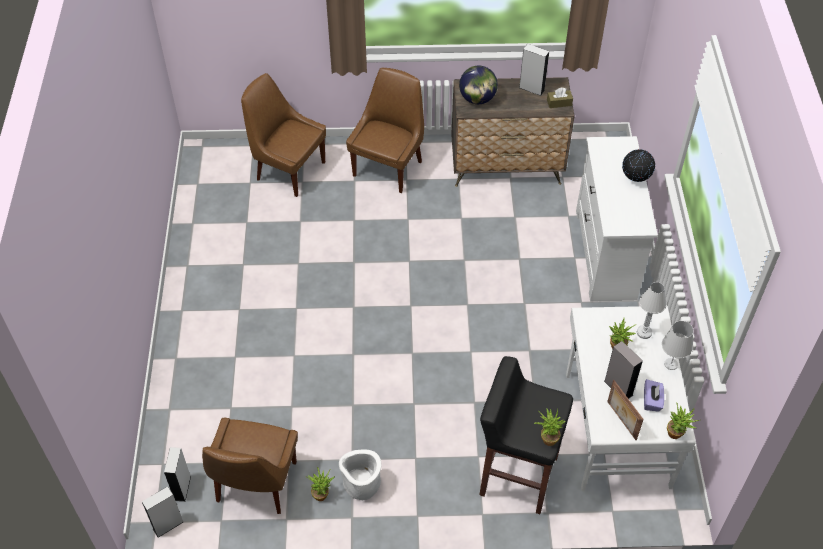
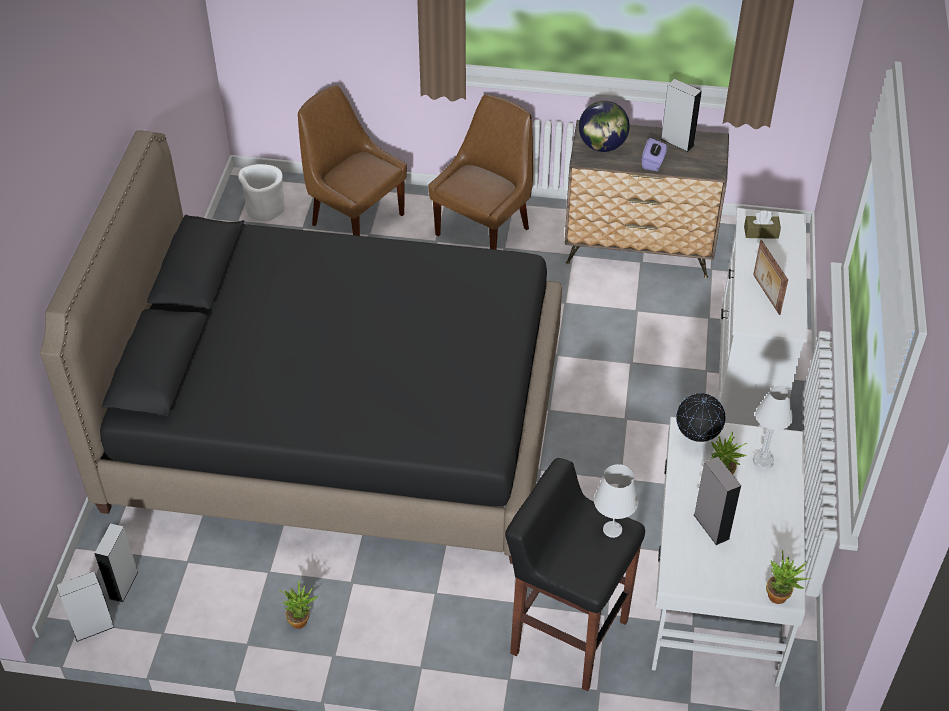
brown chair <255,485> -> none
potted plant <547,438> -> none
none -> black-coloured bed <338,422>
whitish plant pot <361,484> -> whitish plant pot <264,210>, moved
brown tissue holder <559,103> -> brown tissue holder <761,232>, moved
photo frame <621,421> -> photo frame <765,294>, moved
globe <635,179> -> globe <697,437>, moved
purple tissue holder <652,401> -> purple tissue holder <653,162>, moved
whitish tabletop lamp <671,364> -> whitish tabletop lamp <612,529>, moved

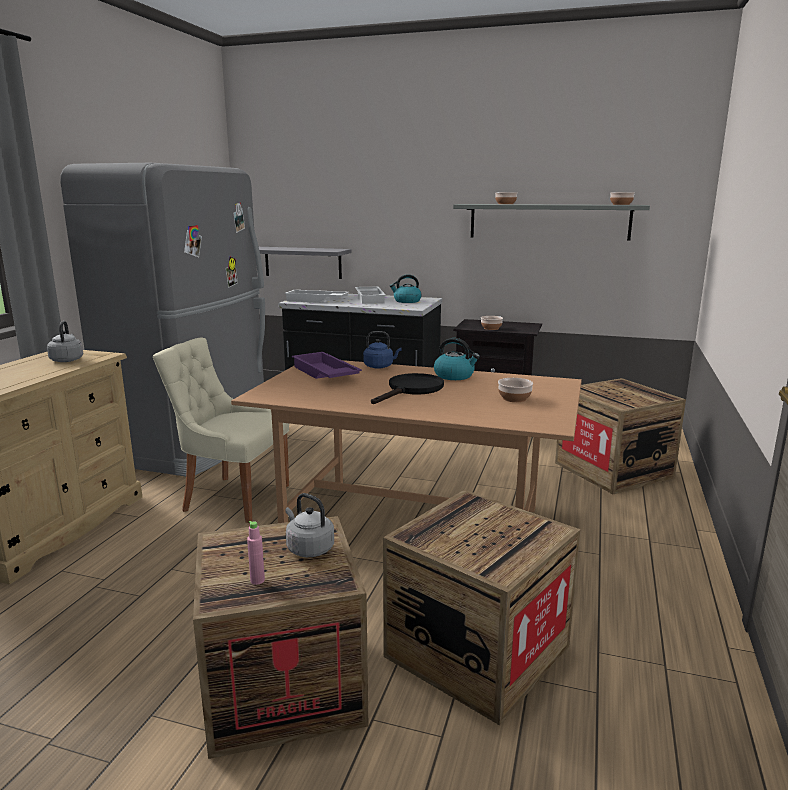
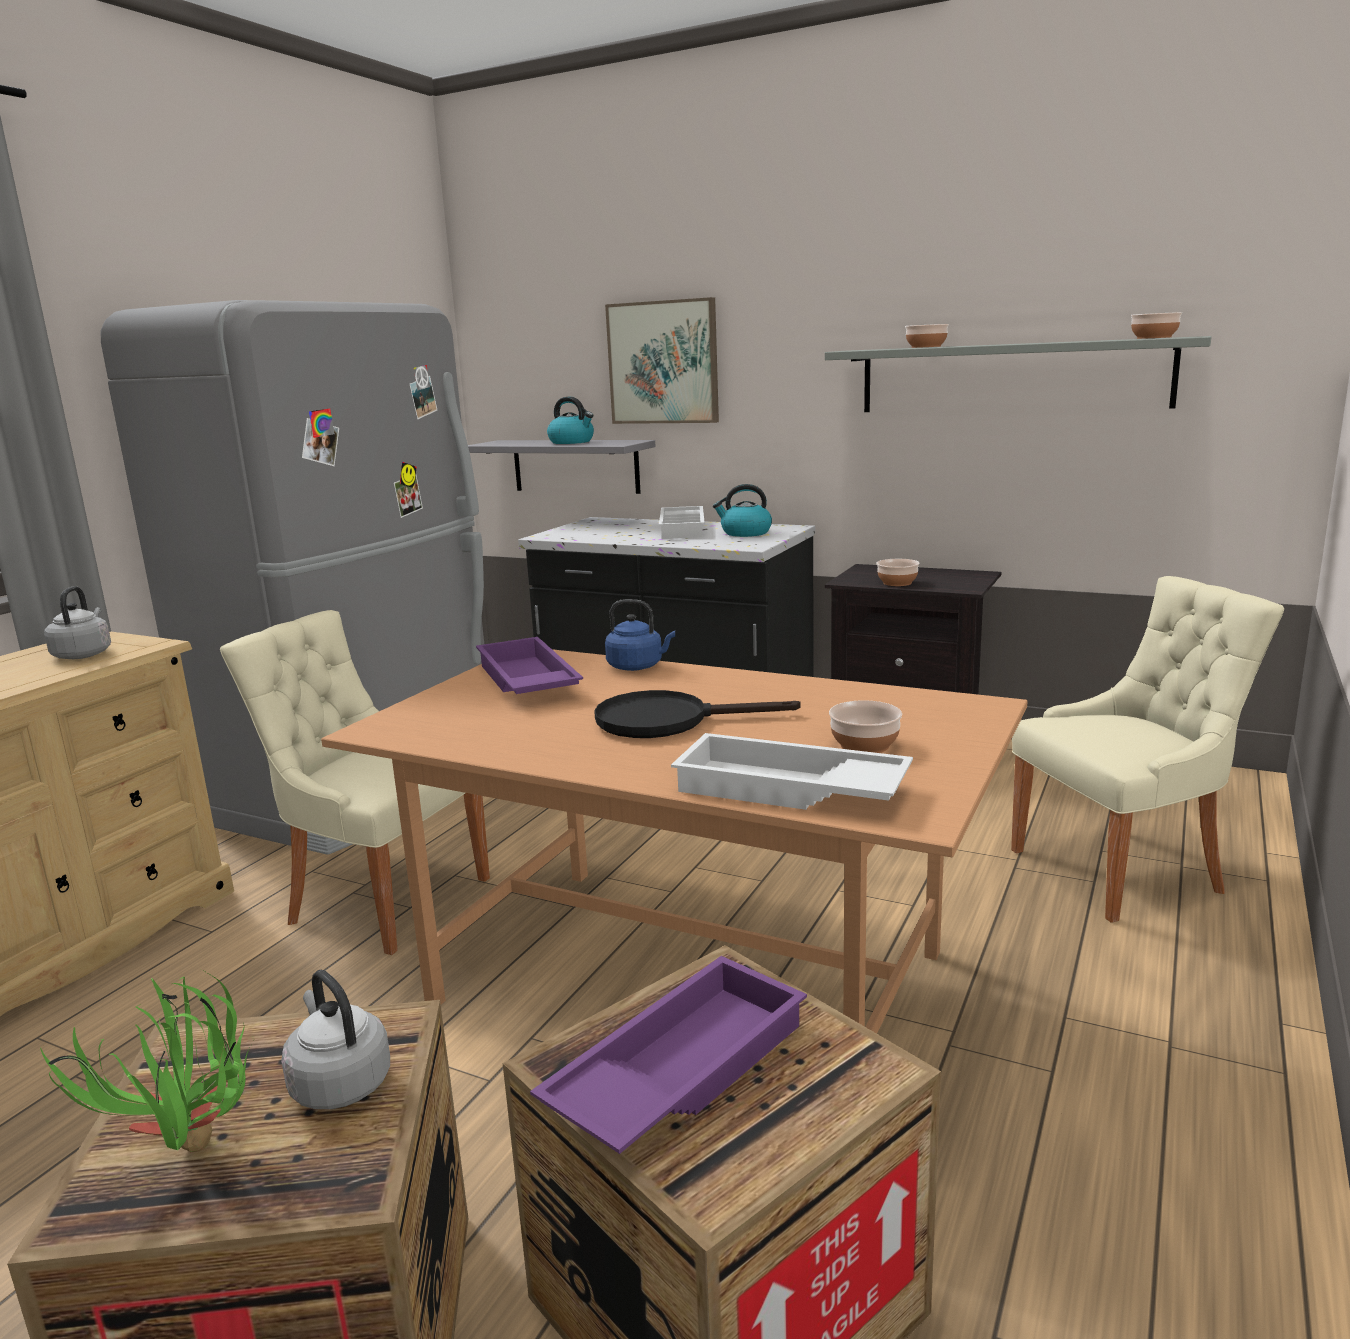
none -> purple serving tray <677,1069>
none -> wall picture <663,362>
whitish serving tray <316,300> -> whitish serving tray <788,790>, moved
water kettle <454,376> -> water kettle <572,442>, moved
pinkish drink bottle <257,580> -> potted plant <193,1164>
shipping crate <613,470> -> beige-coloured chair <1122,870>
black-coloured frying pan <411,390> -> black-coloured frying pan <668,721>, 135 degrees counterclockwise

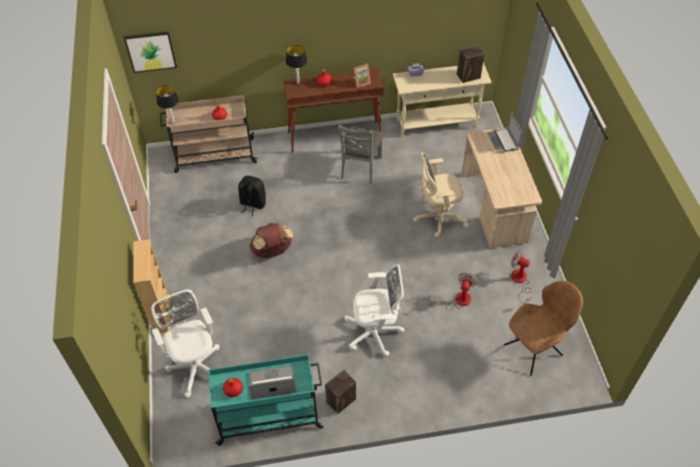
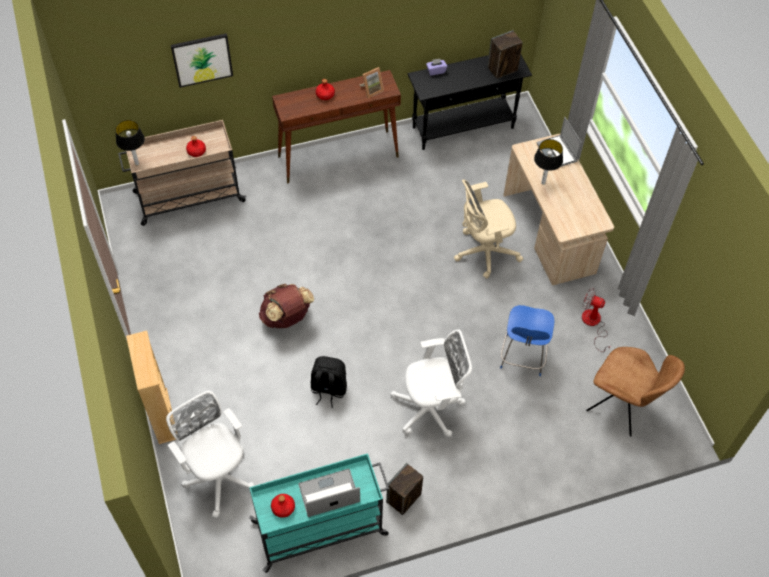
grey chair <360,167> -> none
wall picture <151,51> -> wall picture <202,59>, moved
black-coloured rucksack <252,204> -> black-coloured rucksack <328,389>, moved
tabletop lamp <298,83> -> tabletop lamp <543,183>, moved
fan <457,300> -> blue chair <522,356>
beige-coloured console table <437,124> -> black-coloured console table <463,128>
brown chair <534,349> -> brown chair <622,406>, 75 degrees clockwise

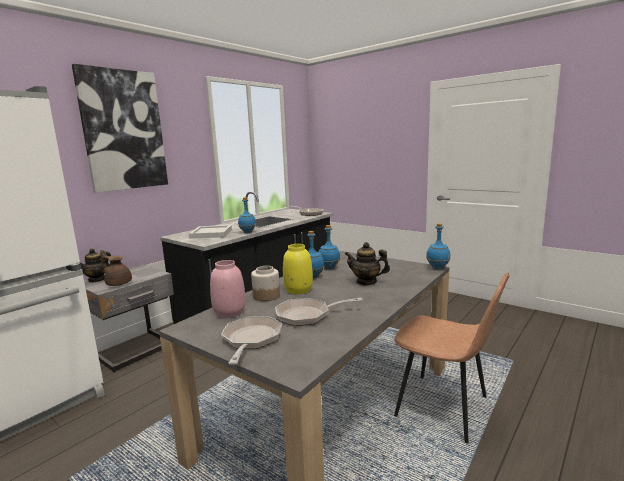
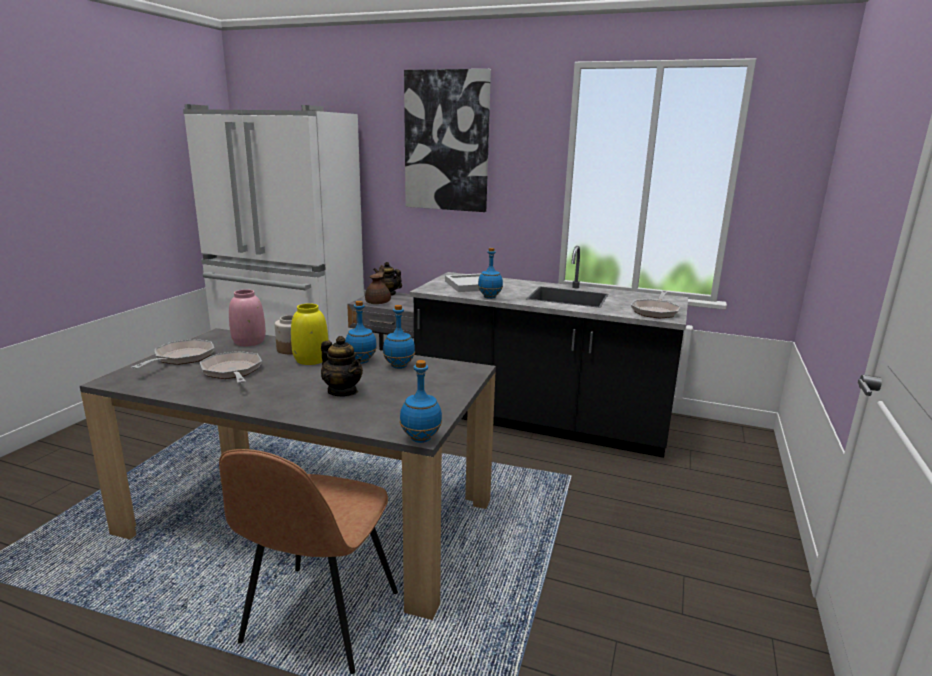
frying pan <251,340> -> frying pan <181,358>, 60 degrees counterclockwise
teapot <366,282> -> teapot <343,391>, 135 degrees clockwise

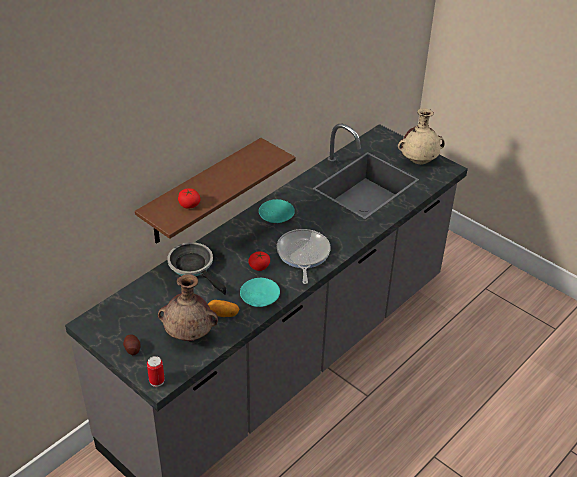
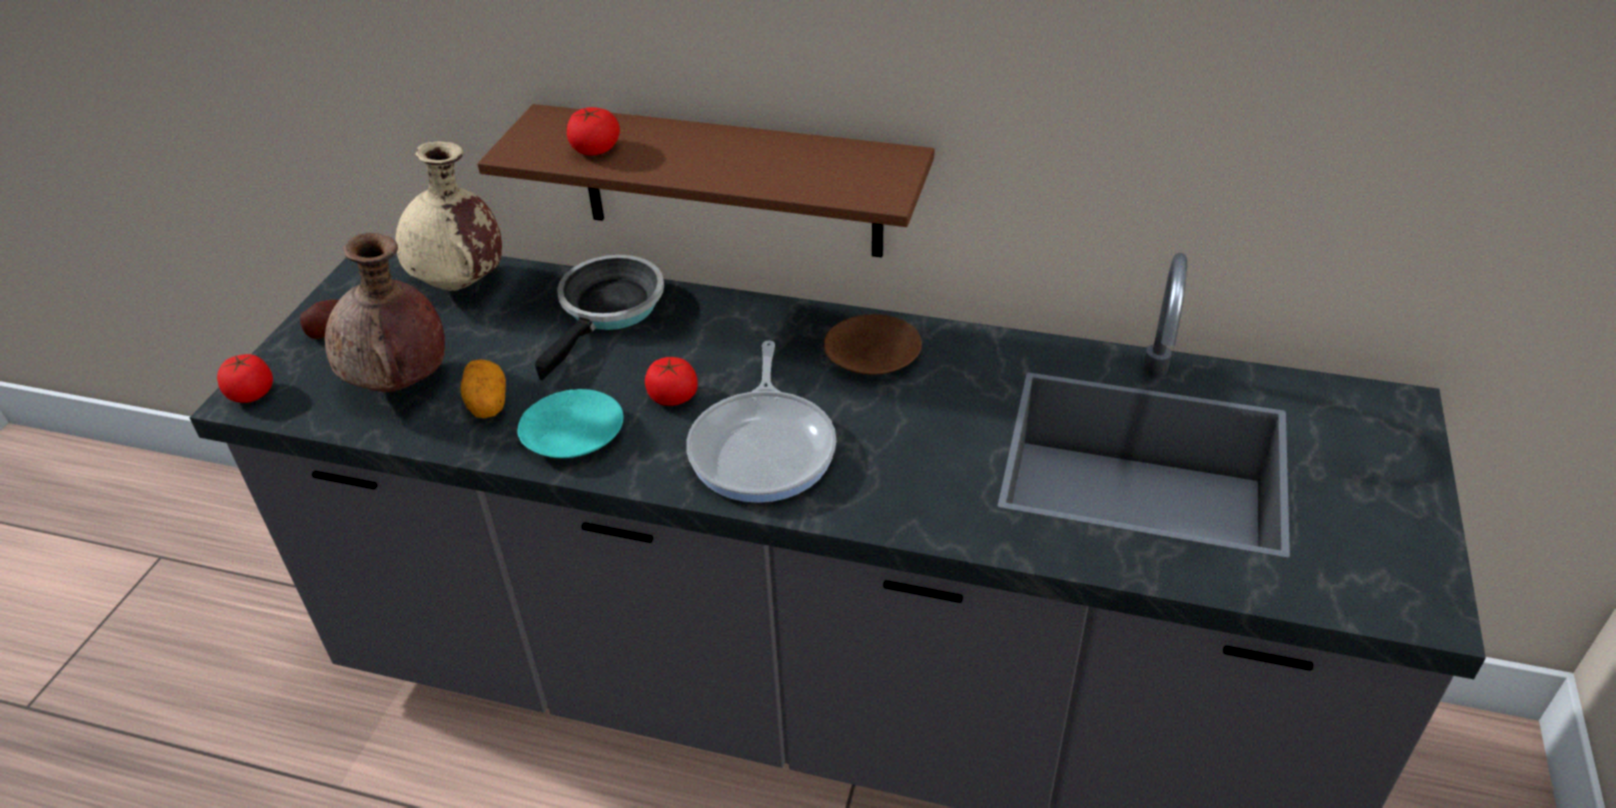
beige-coloured decorative vase <419,161> -> beige-coloured decorative vase <461,284>, moved
can <157,381> -> whole tomato <251,393>
turquoise-coloured plate <276,215> -> brown plate <871,355>
frying pan <302,254> -> frying pan <764,447>, 120 degrees clockwise

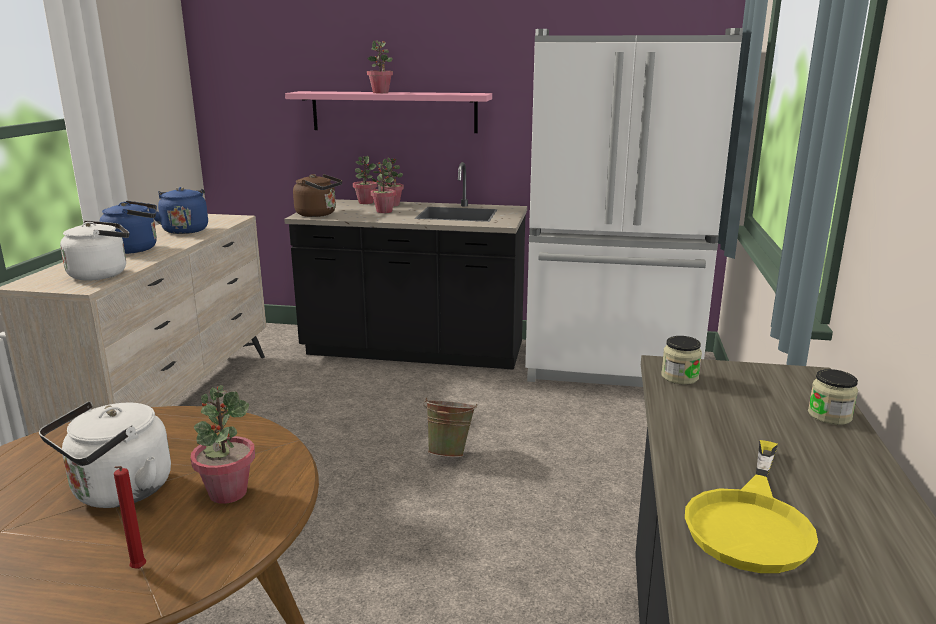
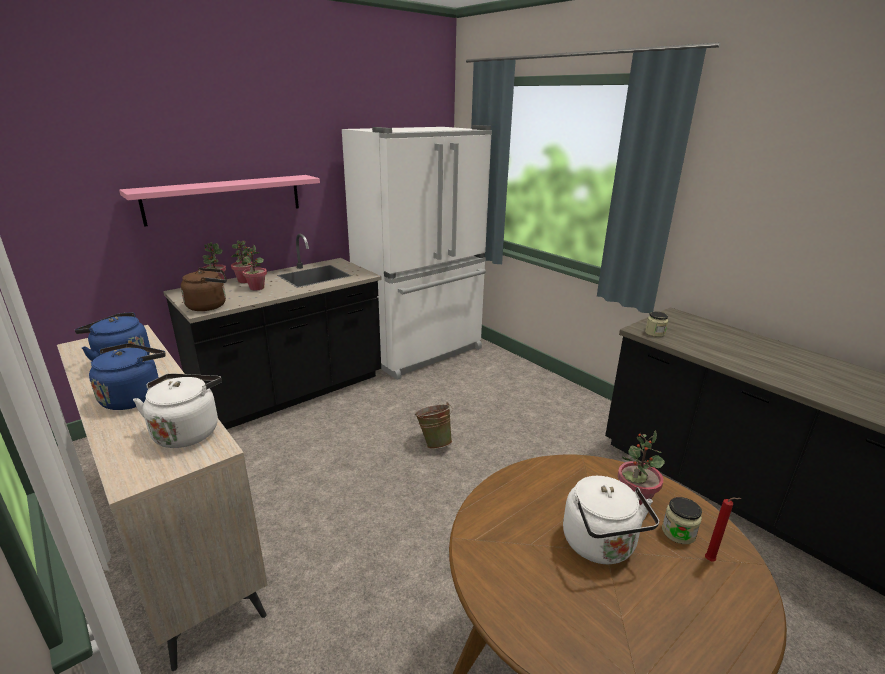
potted plant <380,92> -> none
yellow frying pan <751,521> -> none
jar <829,415> -> jar <678,532>, moved

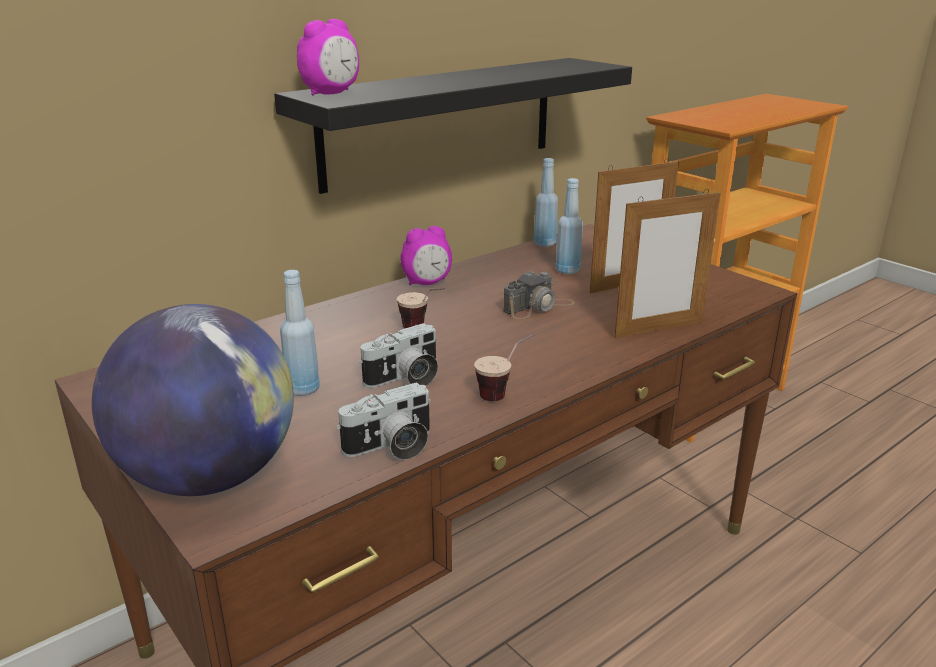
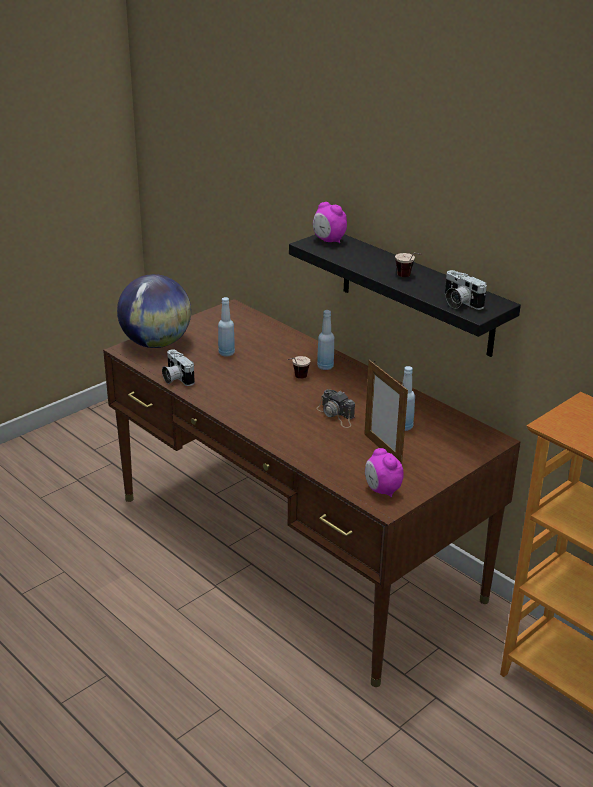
photo frame <659,329> -> none
photo camera <405,379> -> photo camera <459,302>, moved
table clock <427,283> -> table clock <382,490>, moved
cup <505,393> -> cup <408,278>, moved
blue drink bottle <545,244> -> blue drink bottle <325,367>, moved

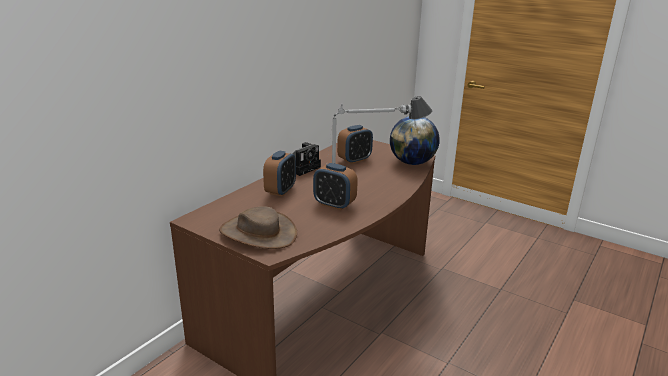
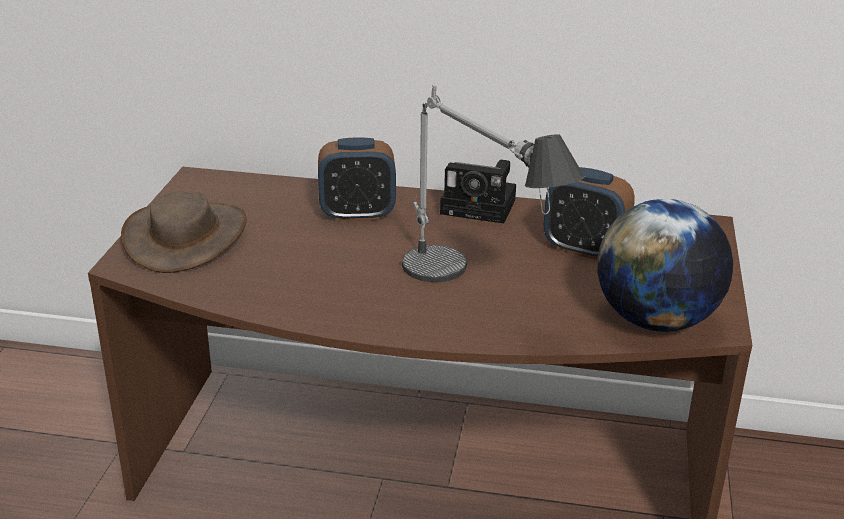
table clock <334,204> -> none

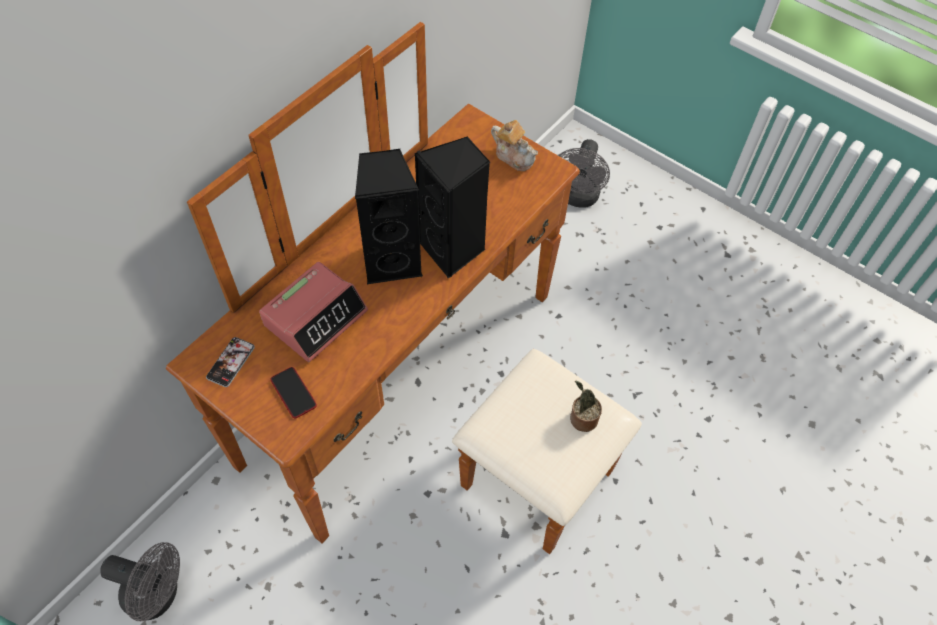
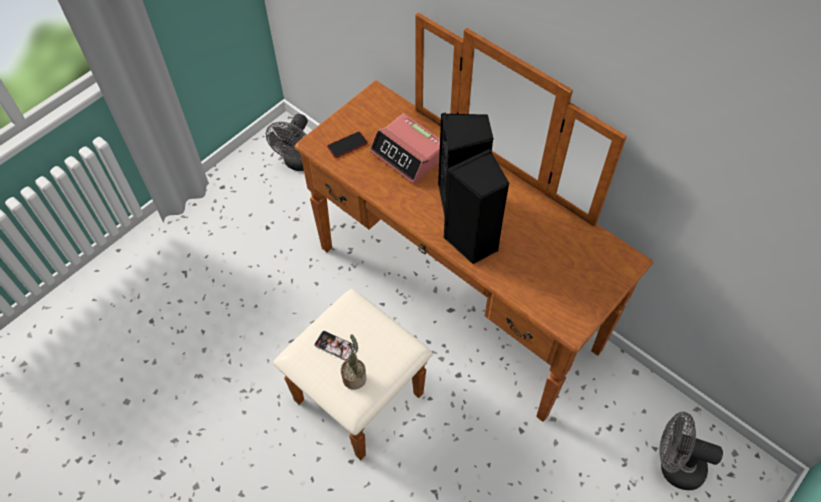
teapot <514,156> -> none
telephone <231,362> -> telephone <335,346>, moved

